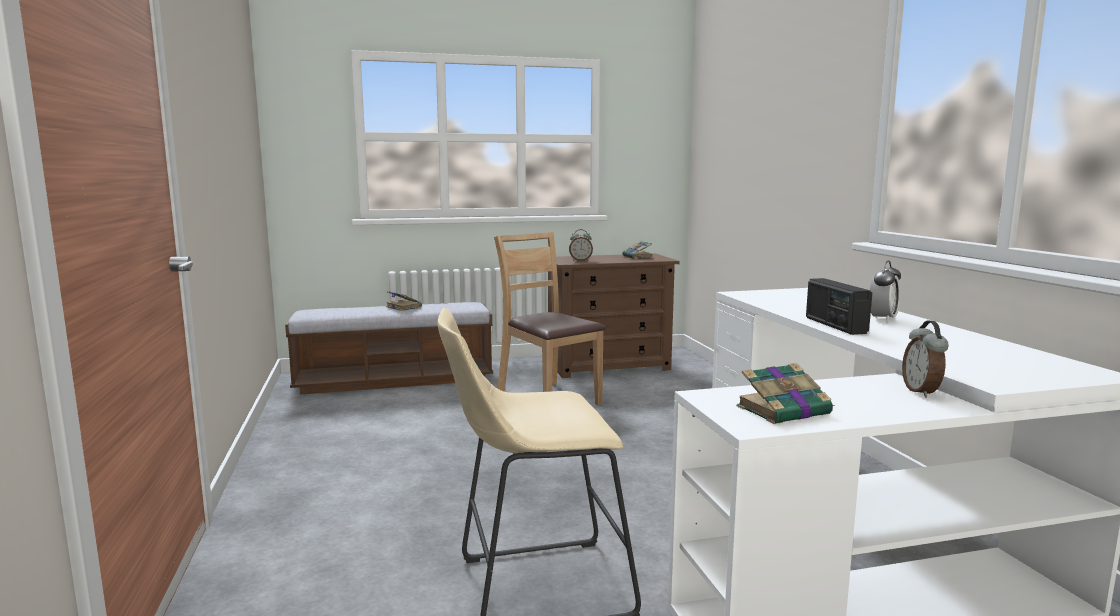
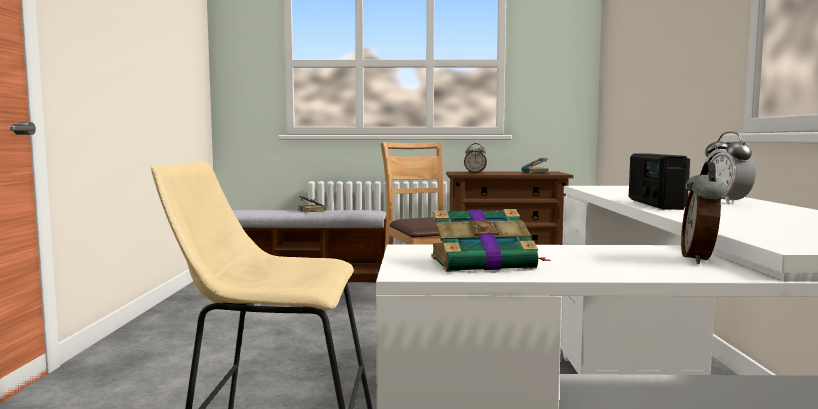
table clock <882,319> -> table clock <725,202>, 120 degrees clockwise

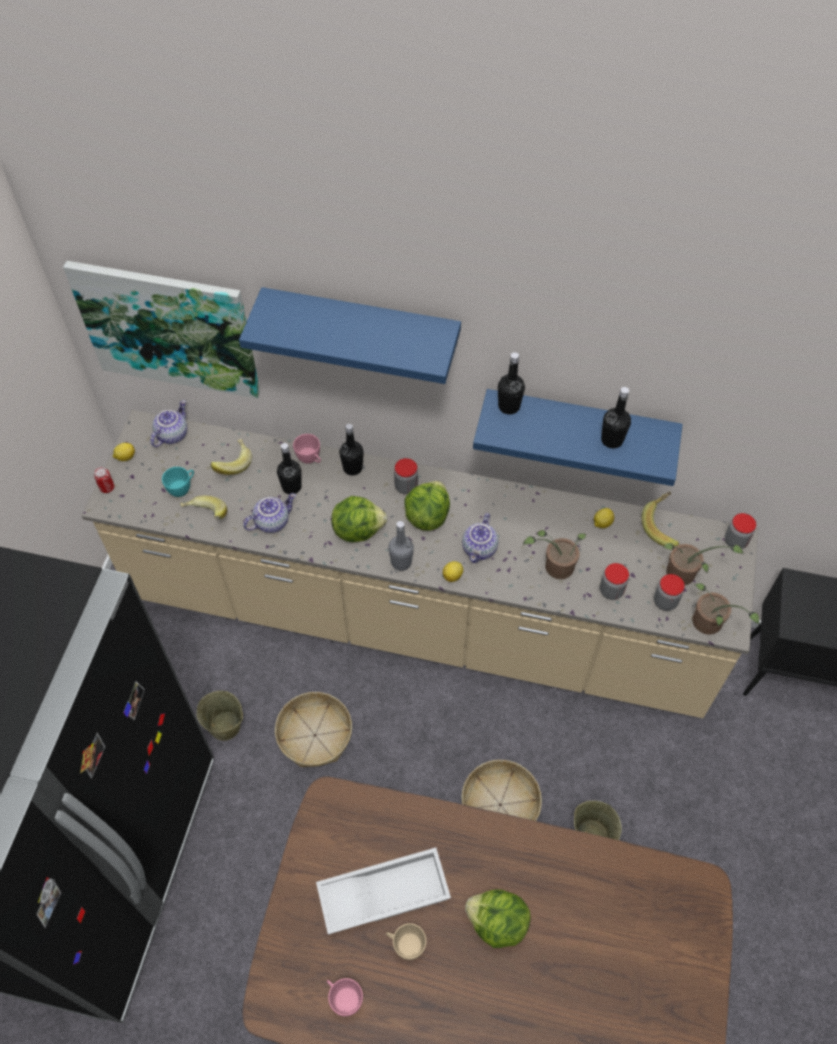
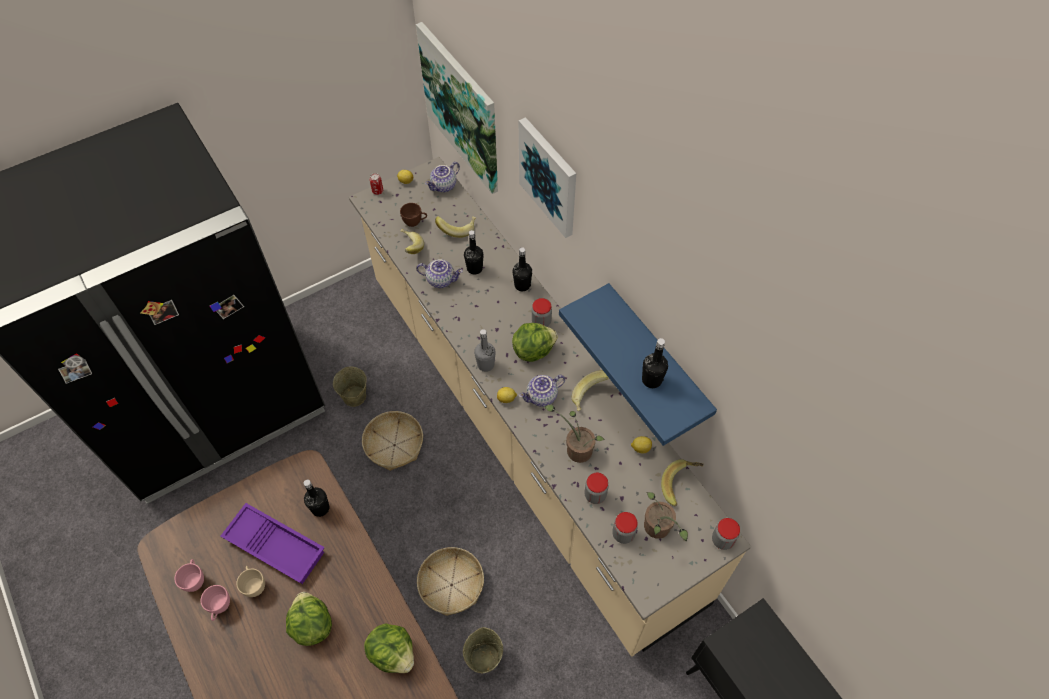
potted plant <709,625> -> none
none -> banana <590,397>
pinkish cup <310,459> -> pinkish cup <220,608>, moved
lettuce <358,529> -> lettuce <393,653>, moved
black-coloured drink bottle <509,406> -> black-coloured drink bottle <320,508>, moved
blue bracket shelf <361,325> -> wall picture <549,177>
turquoise-coloured cup <182,488> -> brown cup <415,222>
whitish serving tray <384,891> -> purple serving tray <277,545>
teapot <172,434> -> teapot <444,186>, 150 degrees clockwise

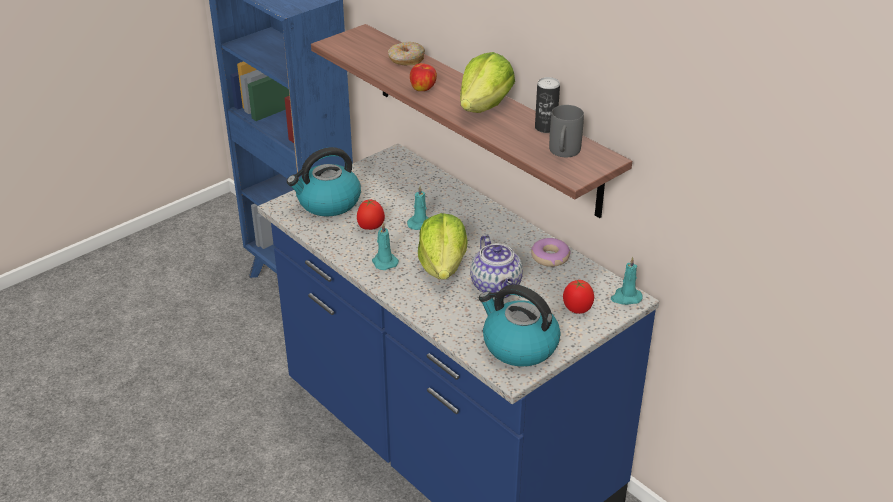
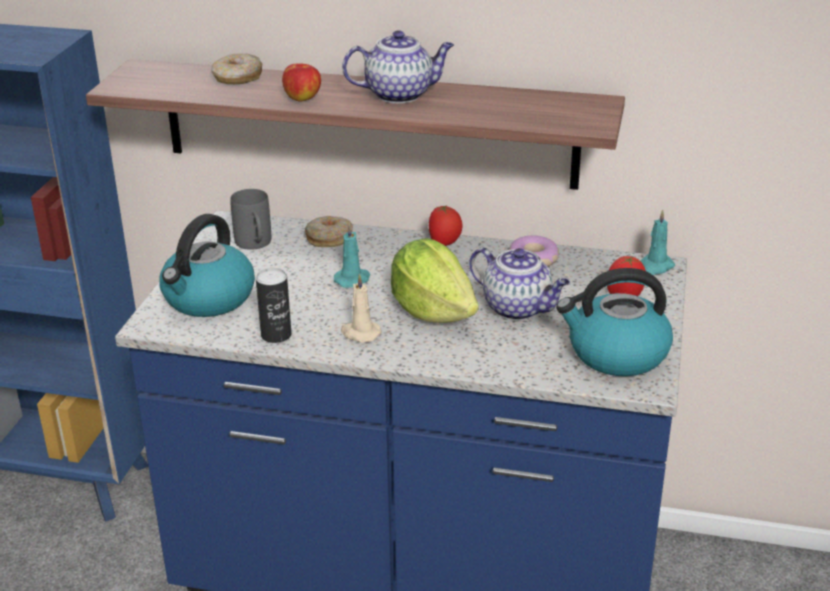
none -> ring doughnut <329,238>
whole tomato <371,227> -> whole tomato <445,244>, moved
can <545,128> -> can <276,335>, moved
grey mug <563,153> -> grey mug <255,245>, moved
lettuce <485,106> -> teapot <400,94>
turquoise-coloured wax light <384,262> -> beige-coloured wax light <360,333>

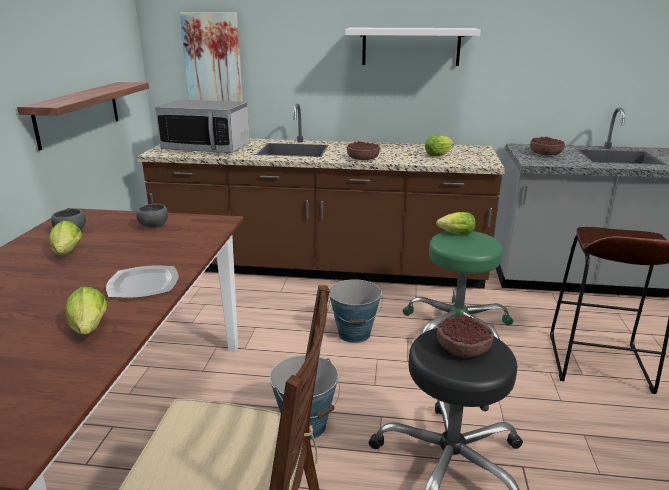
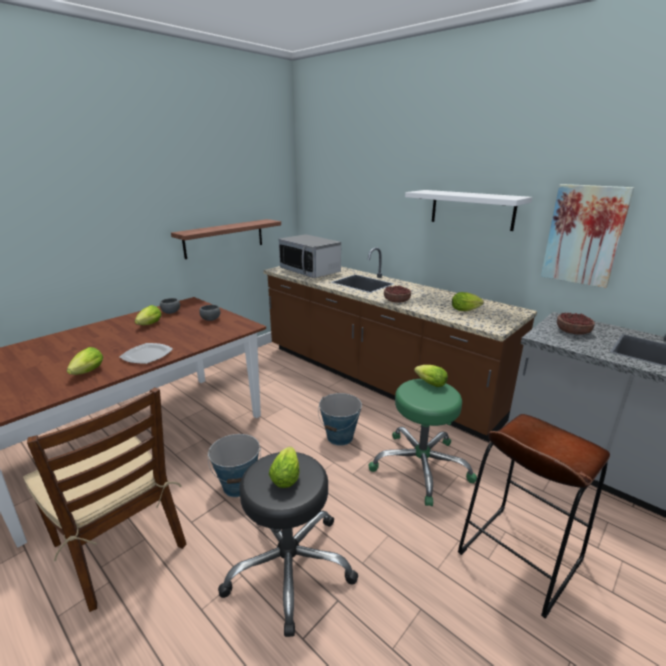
wall picture <213,58> -> wall picture <584,235>, moved
deep dish <463,348> -> lettuce <286,475>

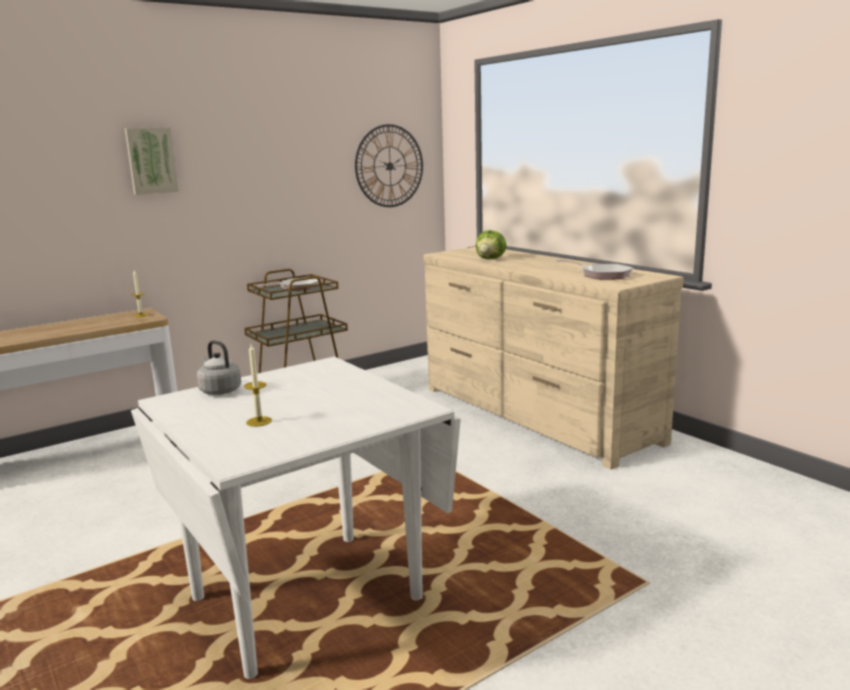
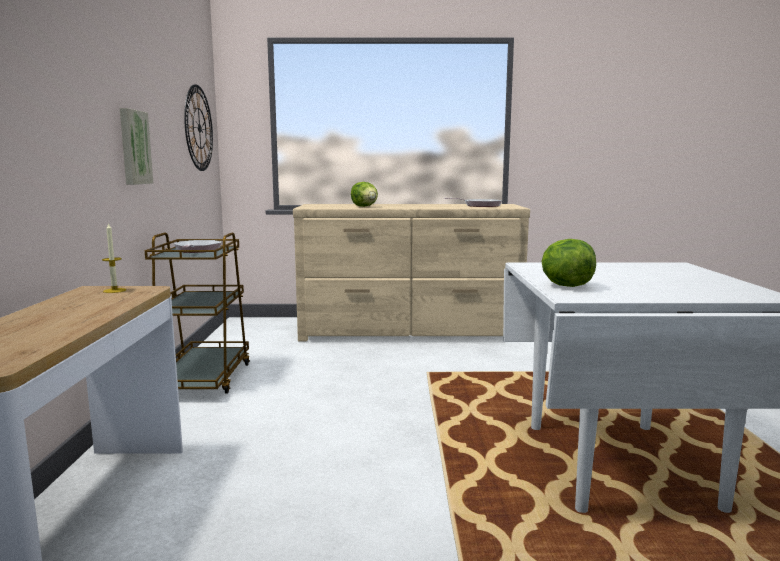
wax light <259,421> -> none
wall picture <151,160> -> wall picture <133,147>, moved
grey water kettle <219,390> -> lettuce <565,285>

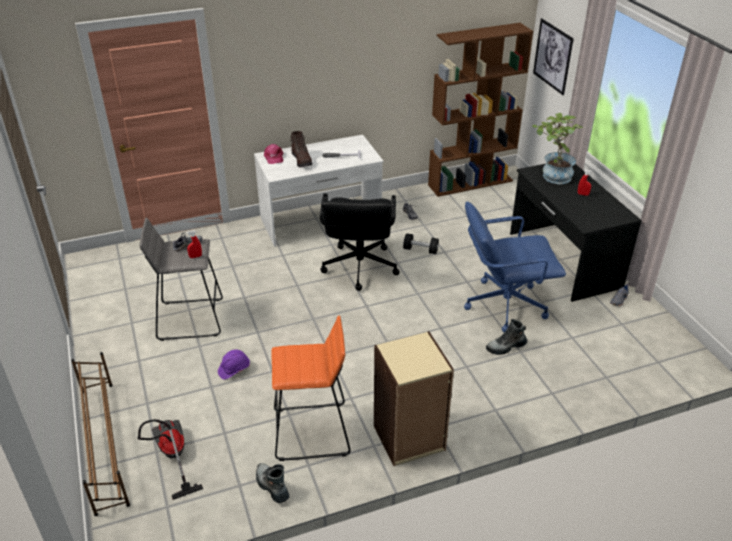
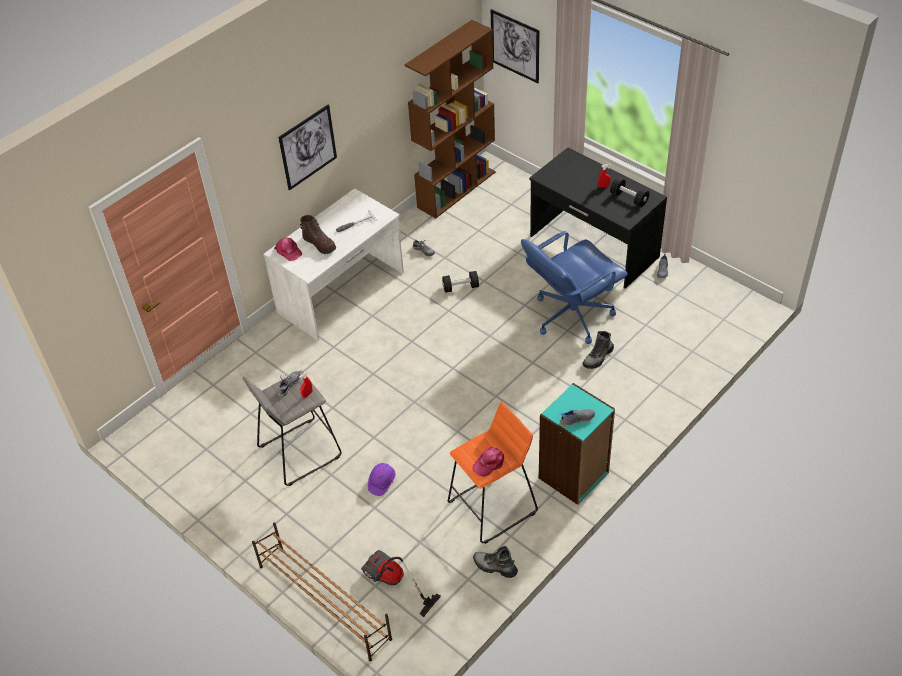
black-coloured office chair <359,267> -> none
potted plant <552,176> -> none
none -> wall picture <308,147>
none -> pinkish baseball cap <489,463>
none -> grey low shoe <577,419>
none -> black-coloured free weight <629,198>
beige-coloured bookshelf <409,438> -> turquoise-coloured bookshelf <574,476>

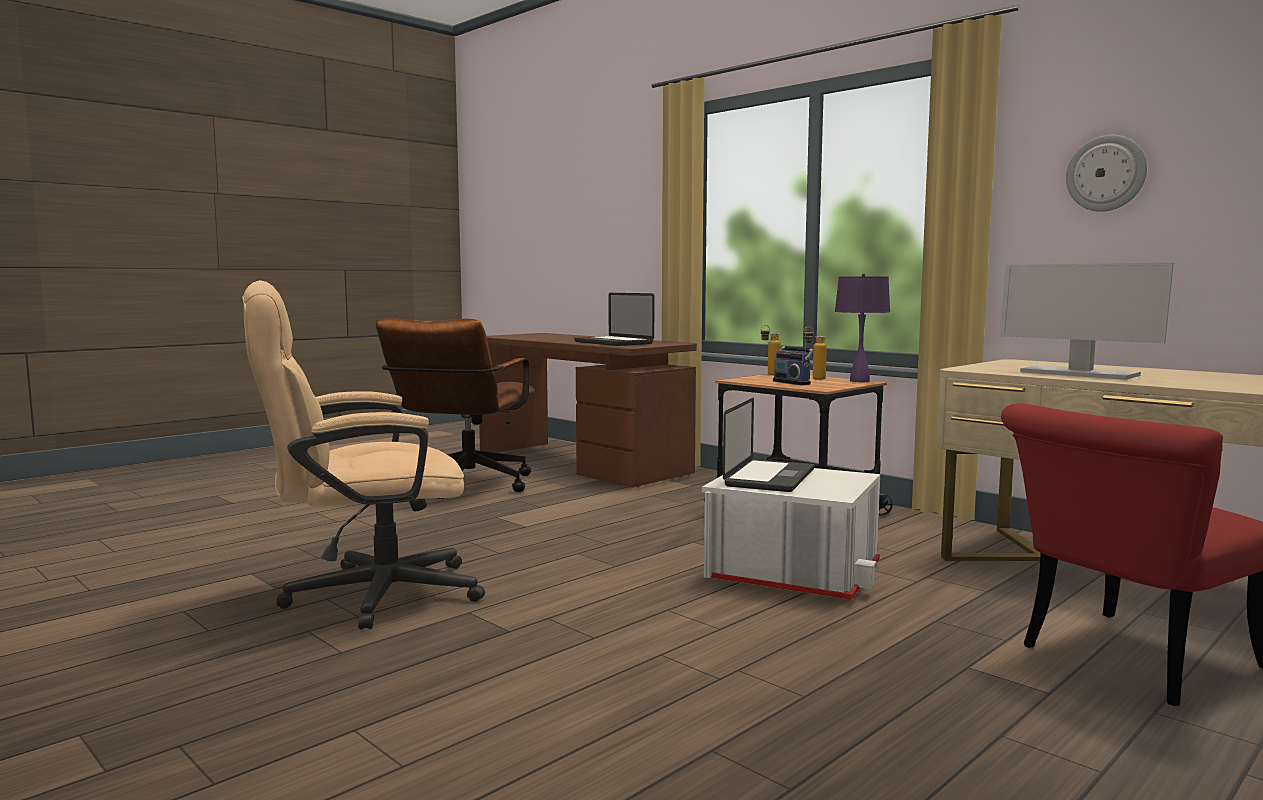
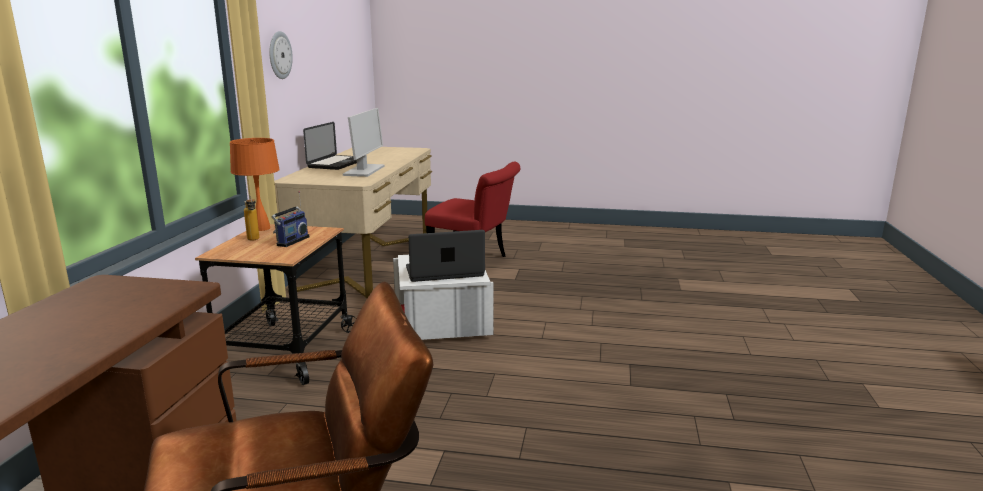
beige-coloured office chair <364,596> -> none
drink bottle <769,374> -> none
laptop <613,343> -> laptop <337,163>, moved
purple tabletop lamp <860,381> -> orange tabletop lamp <261,228>

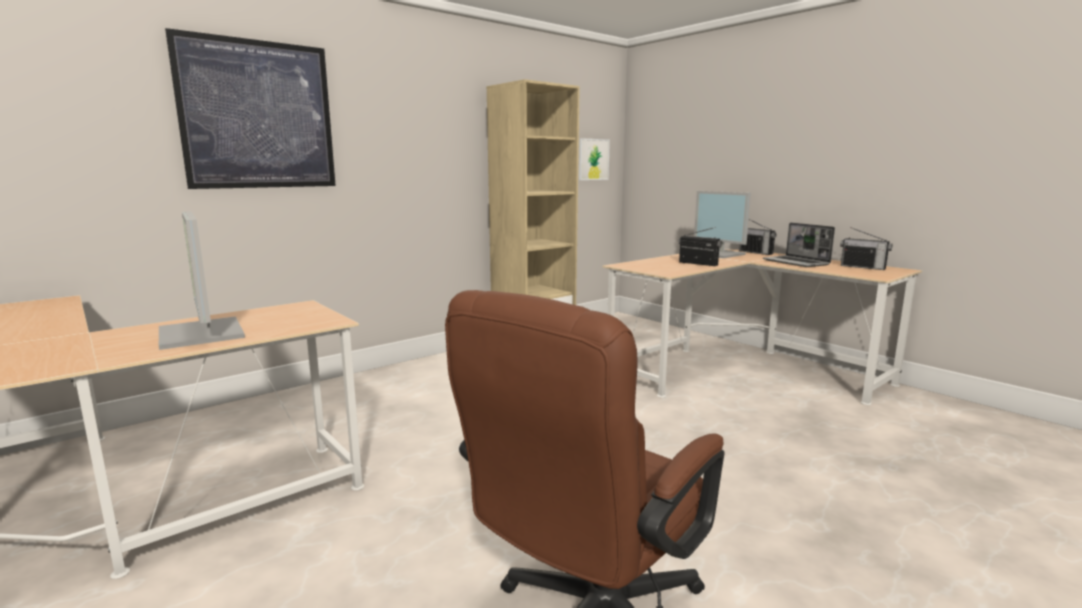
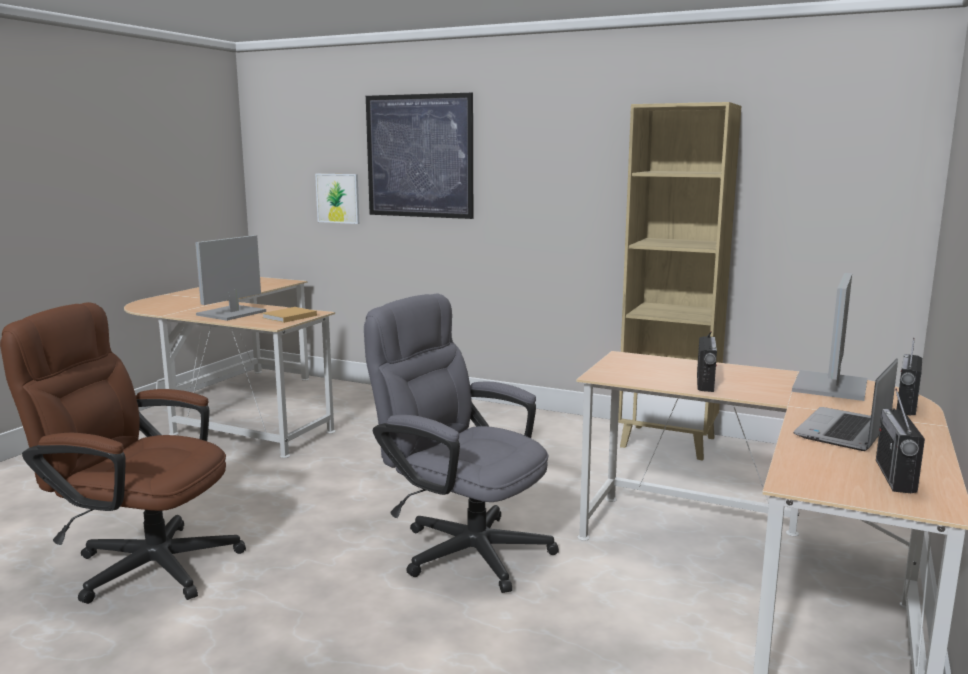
none -> beige-coloured bound book <288,317>
none -> grey office chair <462,547>
wall picture <593,159> -> wall picture <338,198>, moved

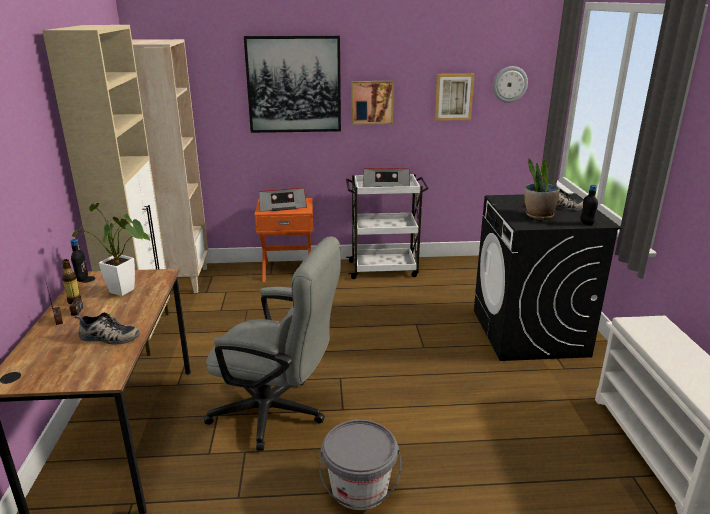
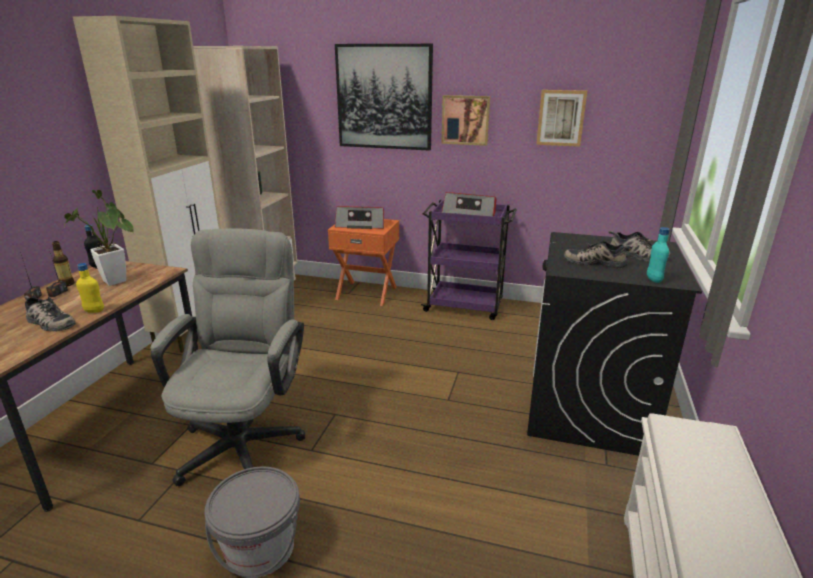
hanging clock <509,84> -> none
none -> yellow drink bottle <94,311>
potted plant <538,216> -> low shoe <595,262>
whitish wheeled cart <384,269> -> purple wheeled cart <465,306>
black-coloured drink bottle <586,223> -> turquoise-coloured drink bottle <654,279>
grey office chair <277,413> -> grey office chair <245,438>, 120 degrees counterclockwise

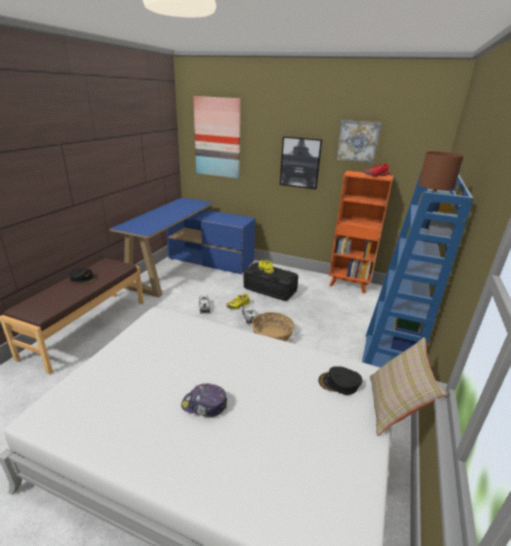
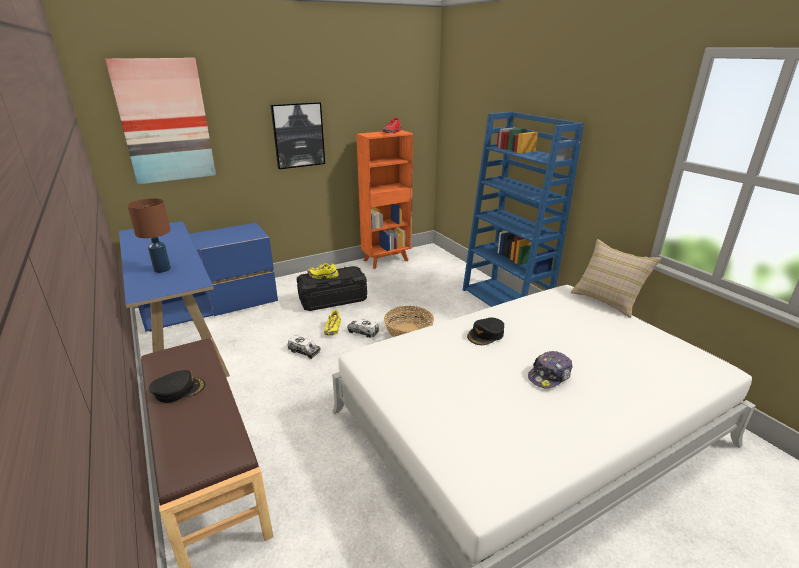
wall picture <358,141> -> none
black-coloured baseball cap <339,383> -> black-coloured baseball cap <486,335>, moved
brown tabletop lamp <425,226> -> brown tabletop lamp <163,269>, moved

